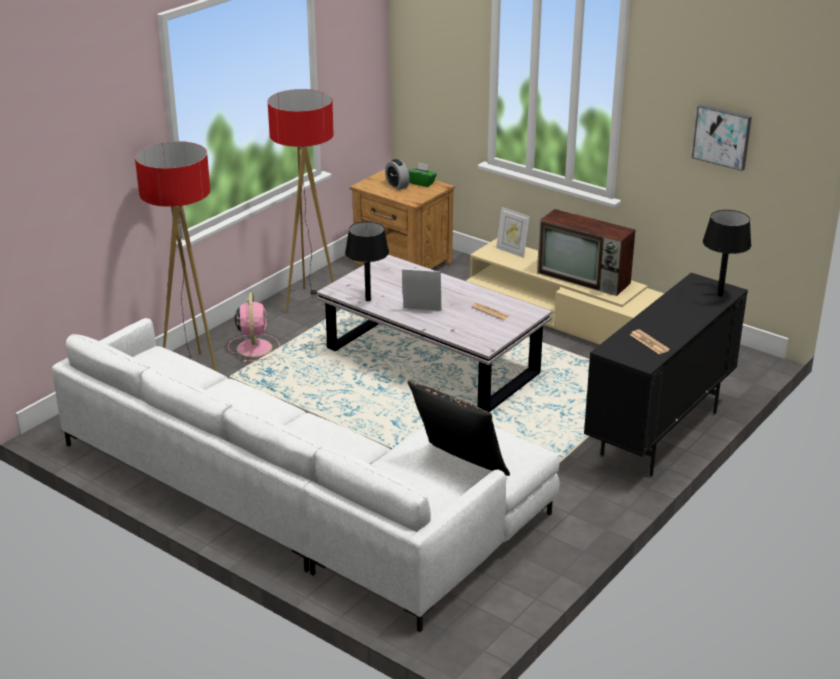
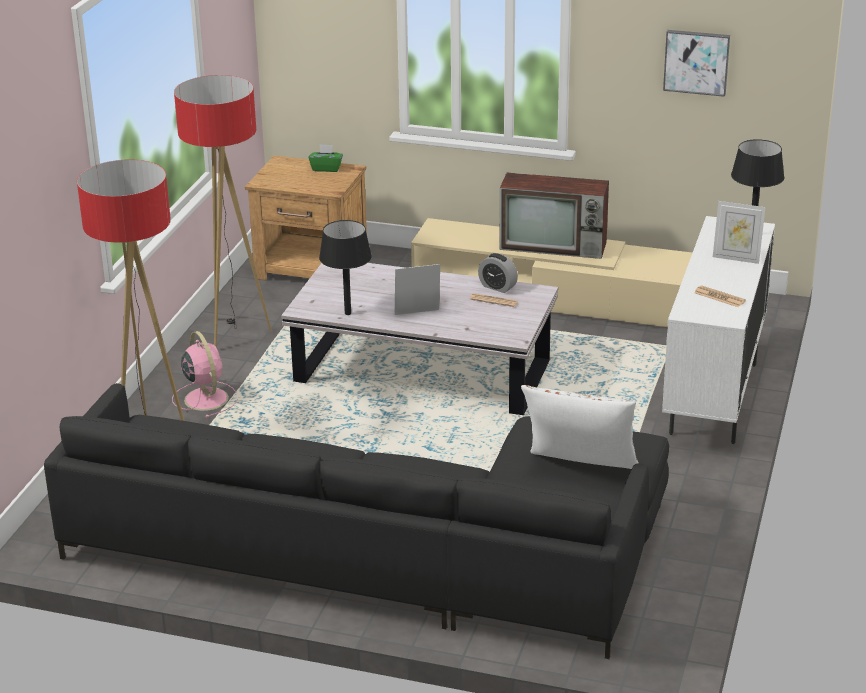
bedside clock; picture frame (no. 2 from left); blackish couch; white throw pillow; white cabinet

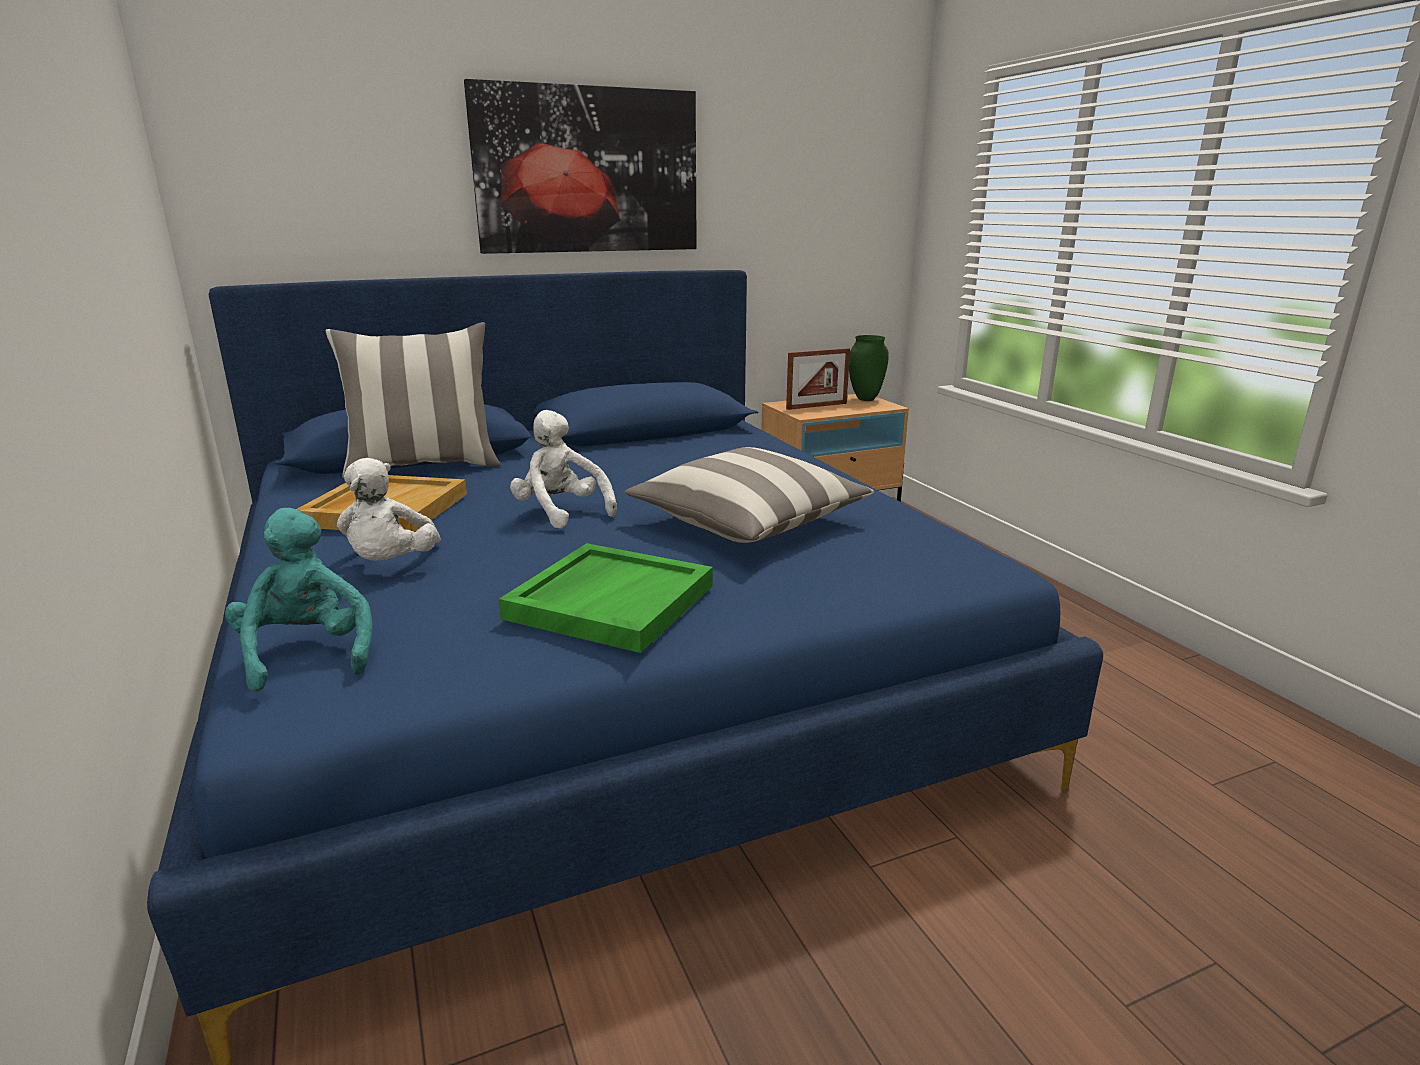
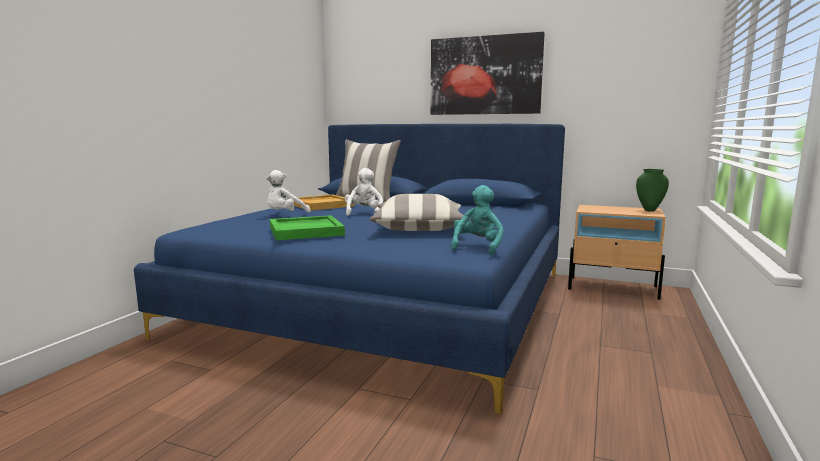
picture frame; turquoise soft toy

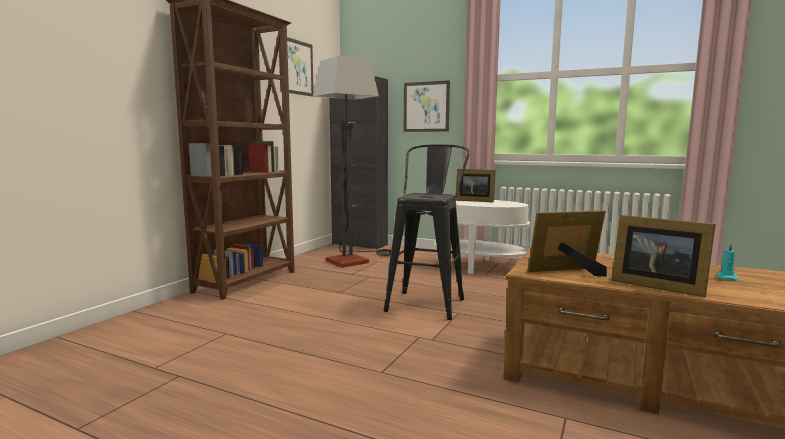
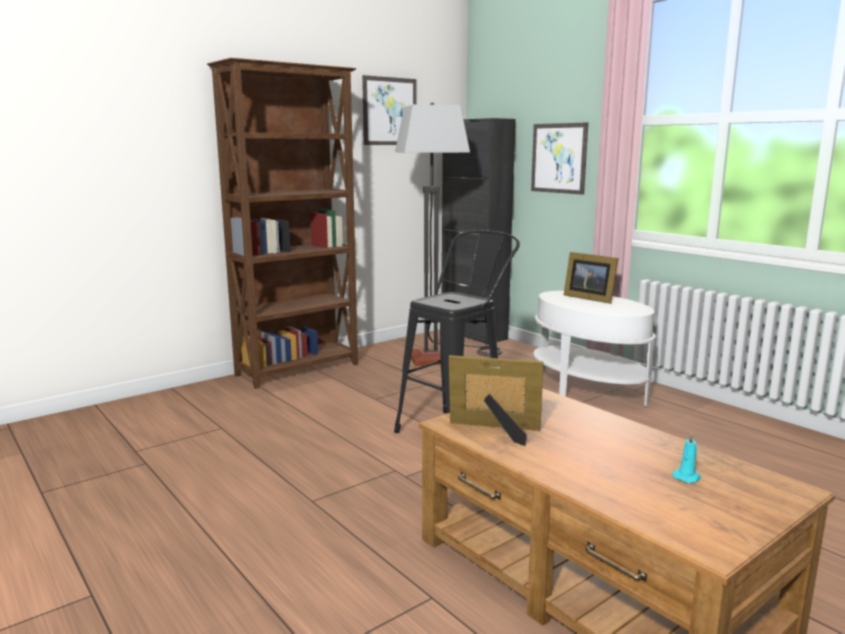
picture frame (no. 3 from left in the first image)

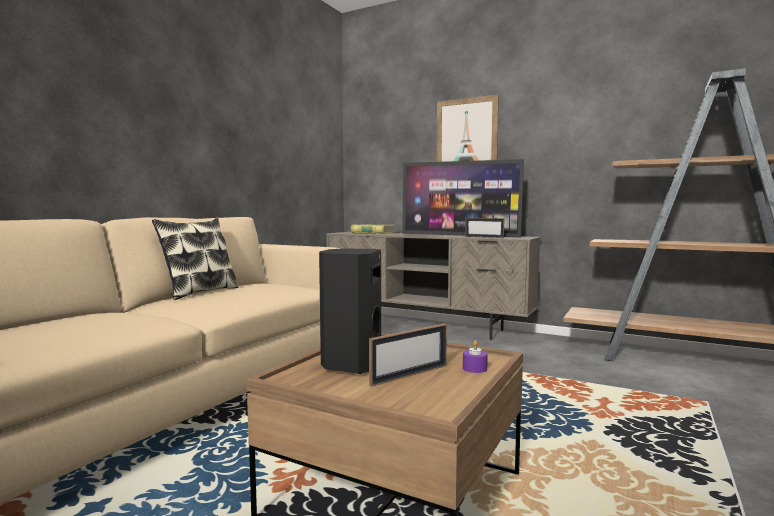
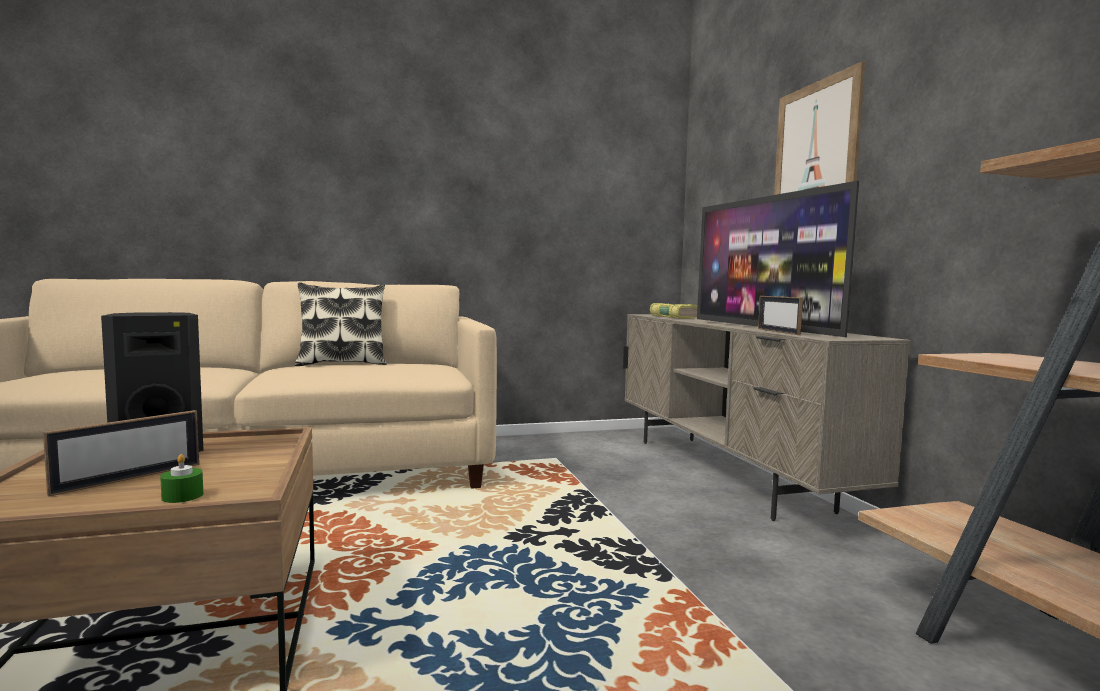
green-coloured wax candle; picture frame (no. 1 from left)

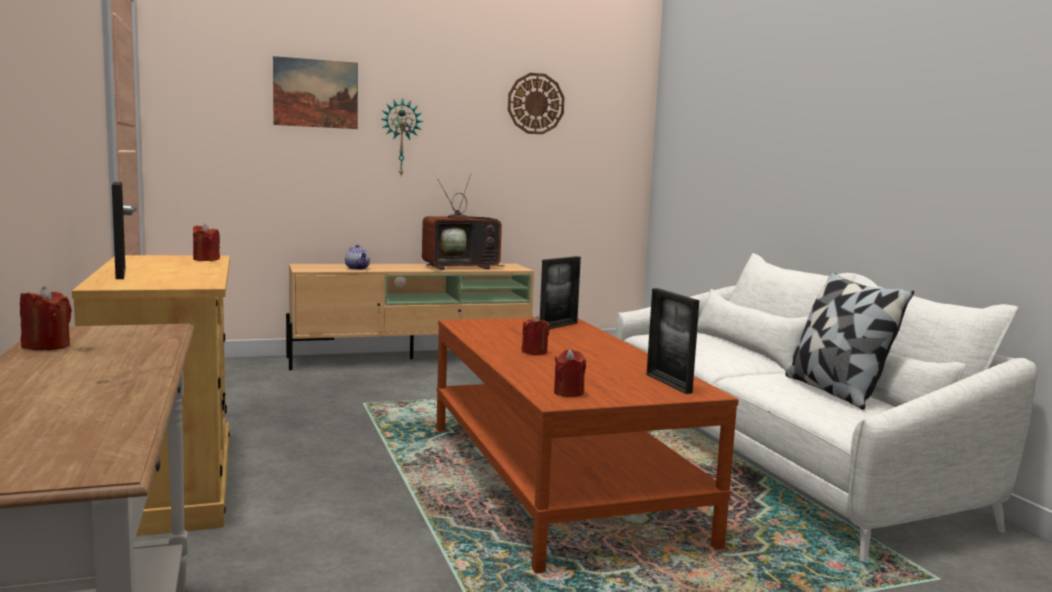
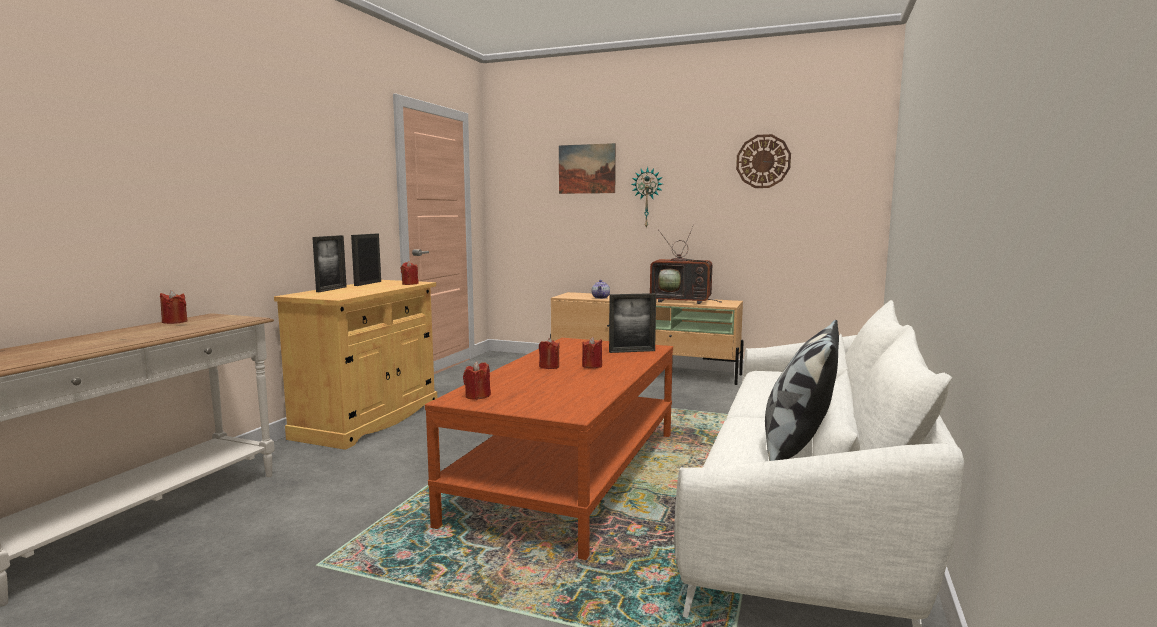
red-coloured wax candle (no. 5 from left); picture frame (no. 2 from left)

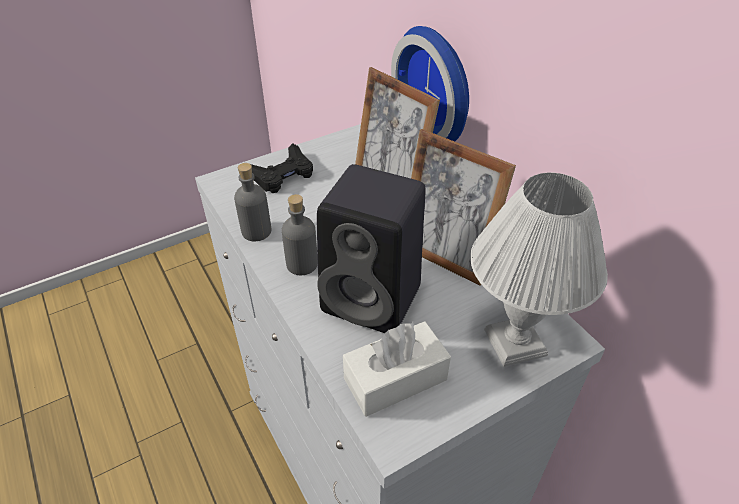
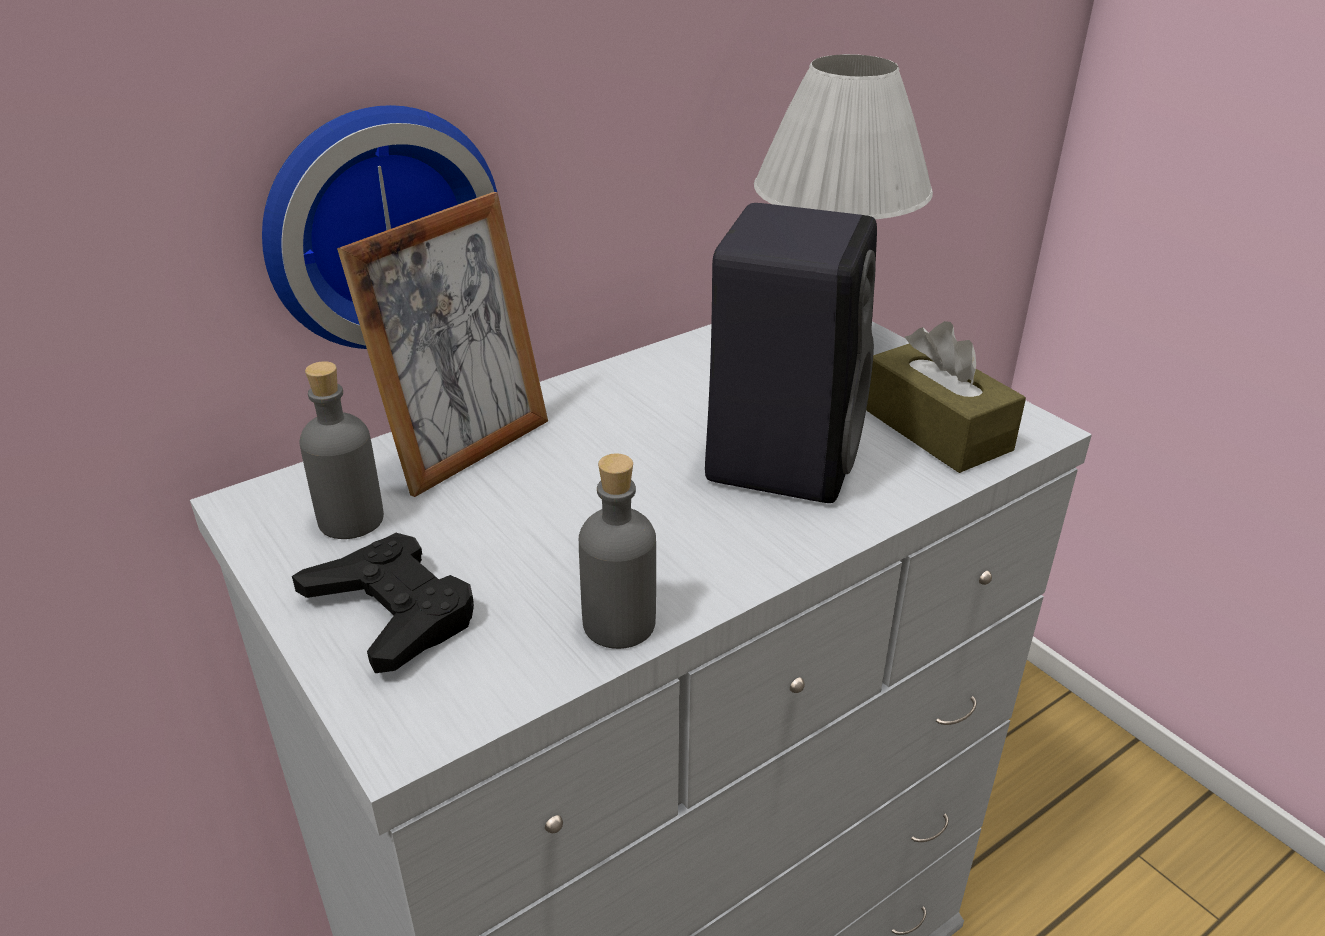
picture frame (no. 2 from left in the first image); gray beverage bottle (no. 1 from left); brownish box of tissues

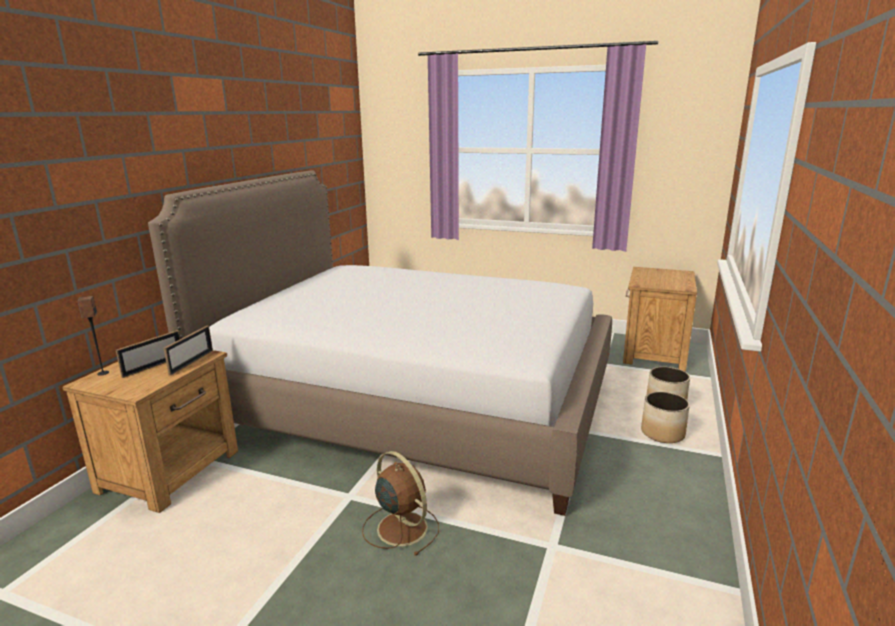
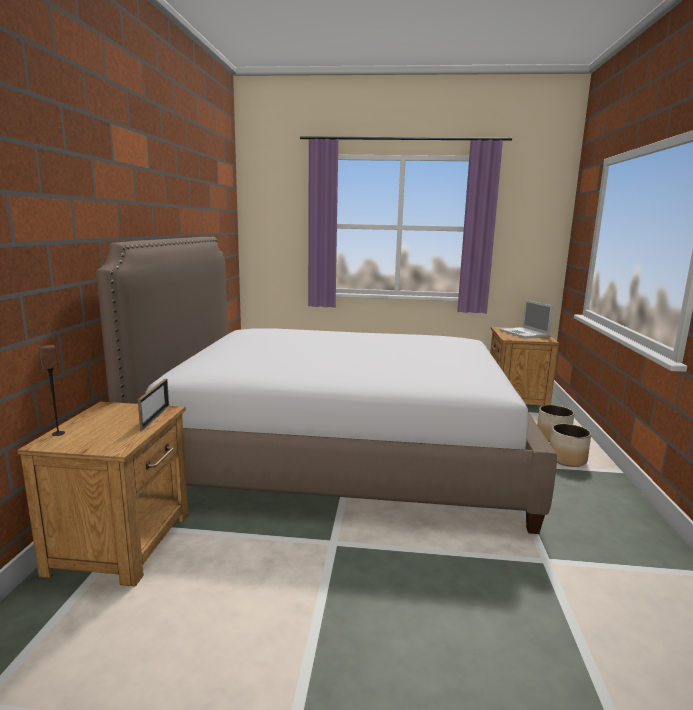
picture frame (no. 1 from left in the first image); brownish cooling fan; portable computer

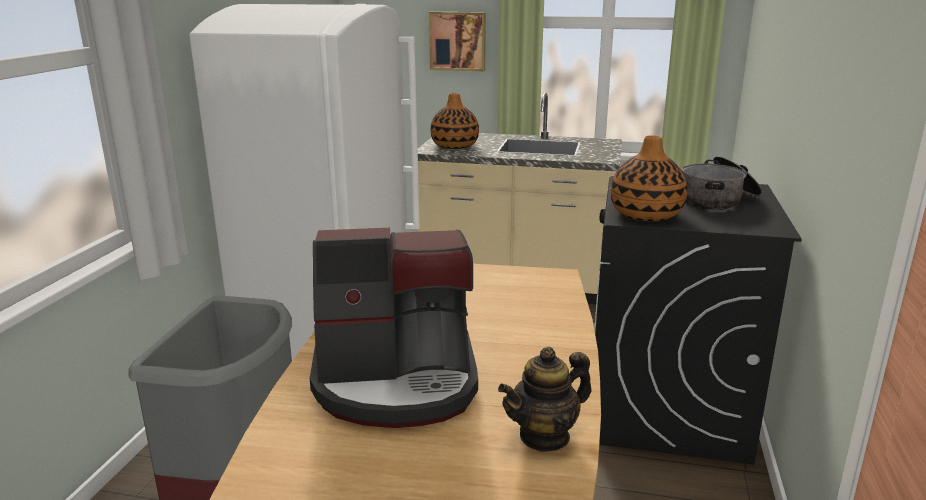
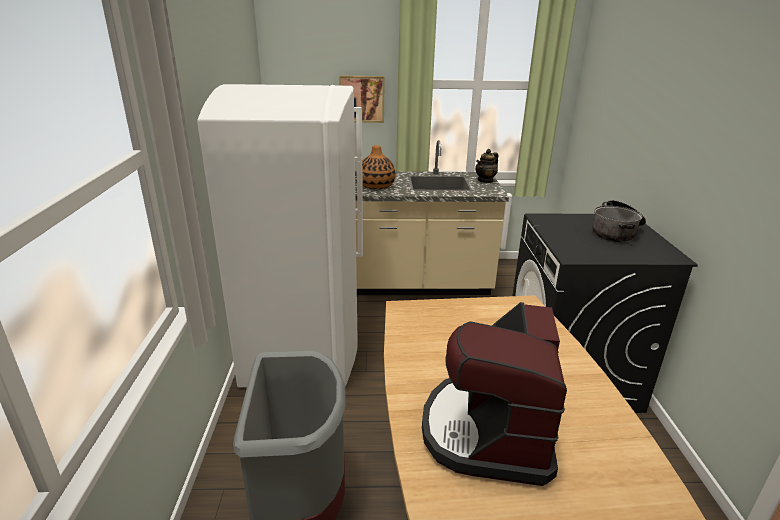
flower vase (no. 2 from left in the first image); tea pot; coffee machine

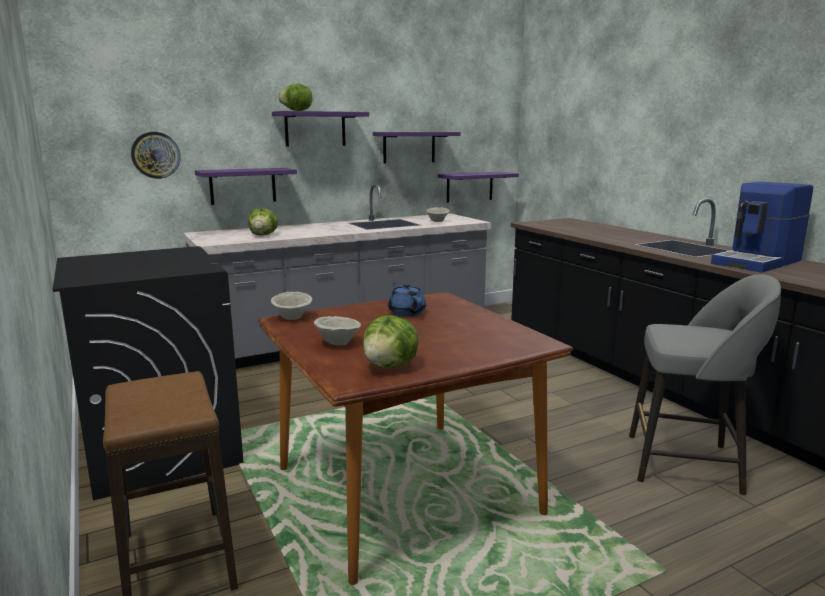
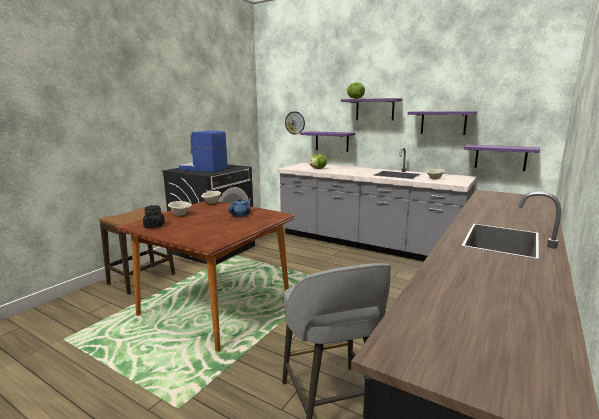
coffee machine; blackish storage jar

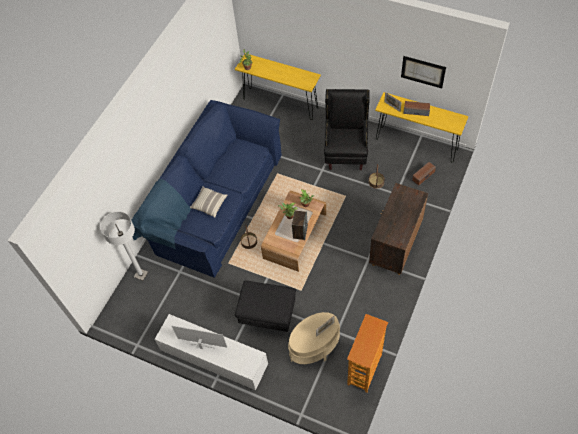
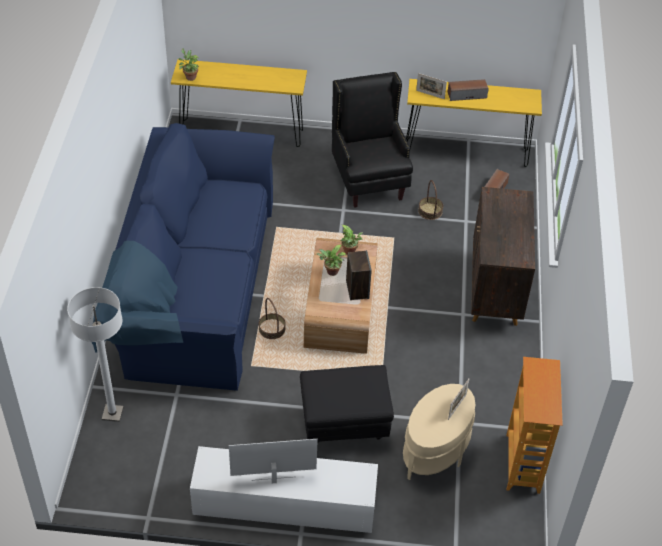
throw pillow; wall art

